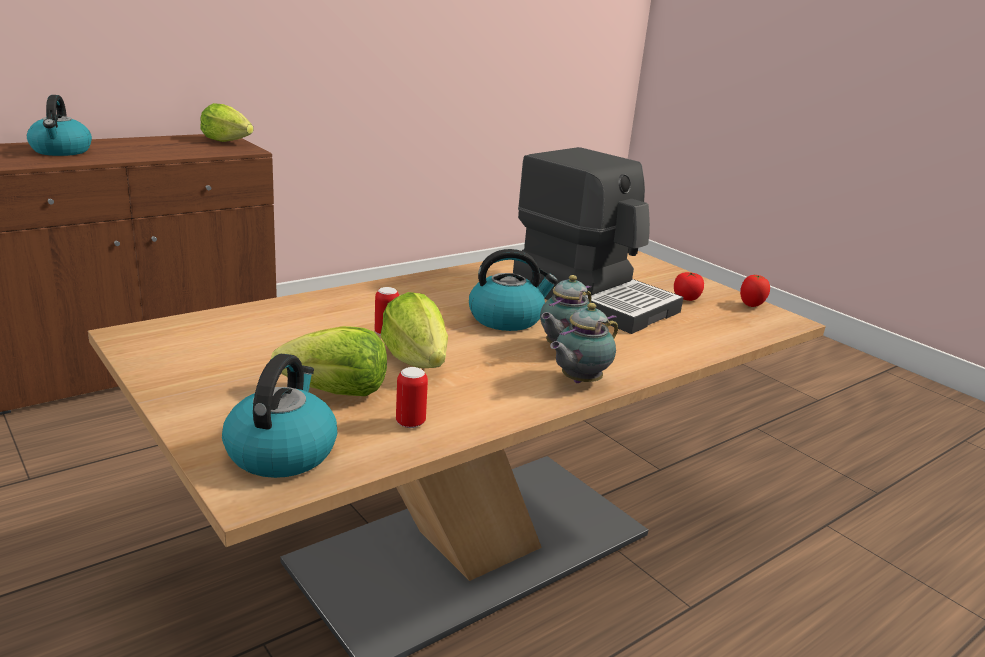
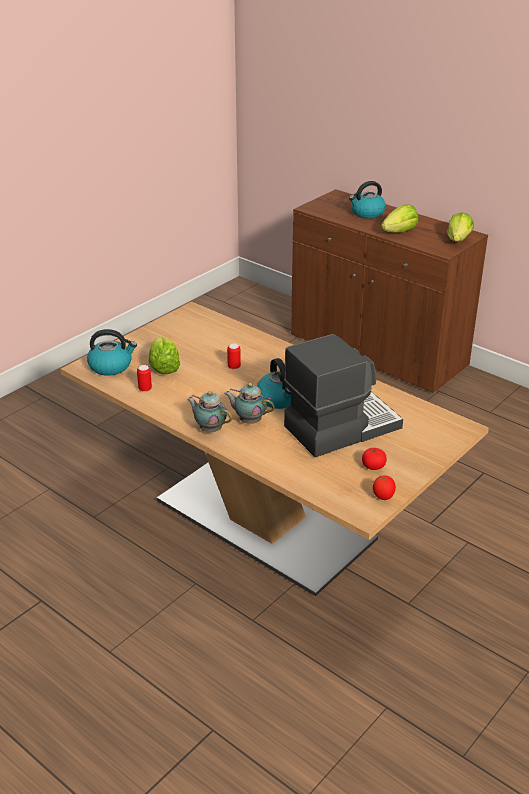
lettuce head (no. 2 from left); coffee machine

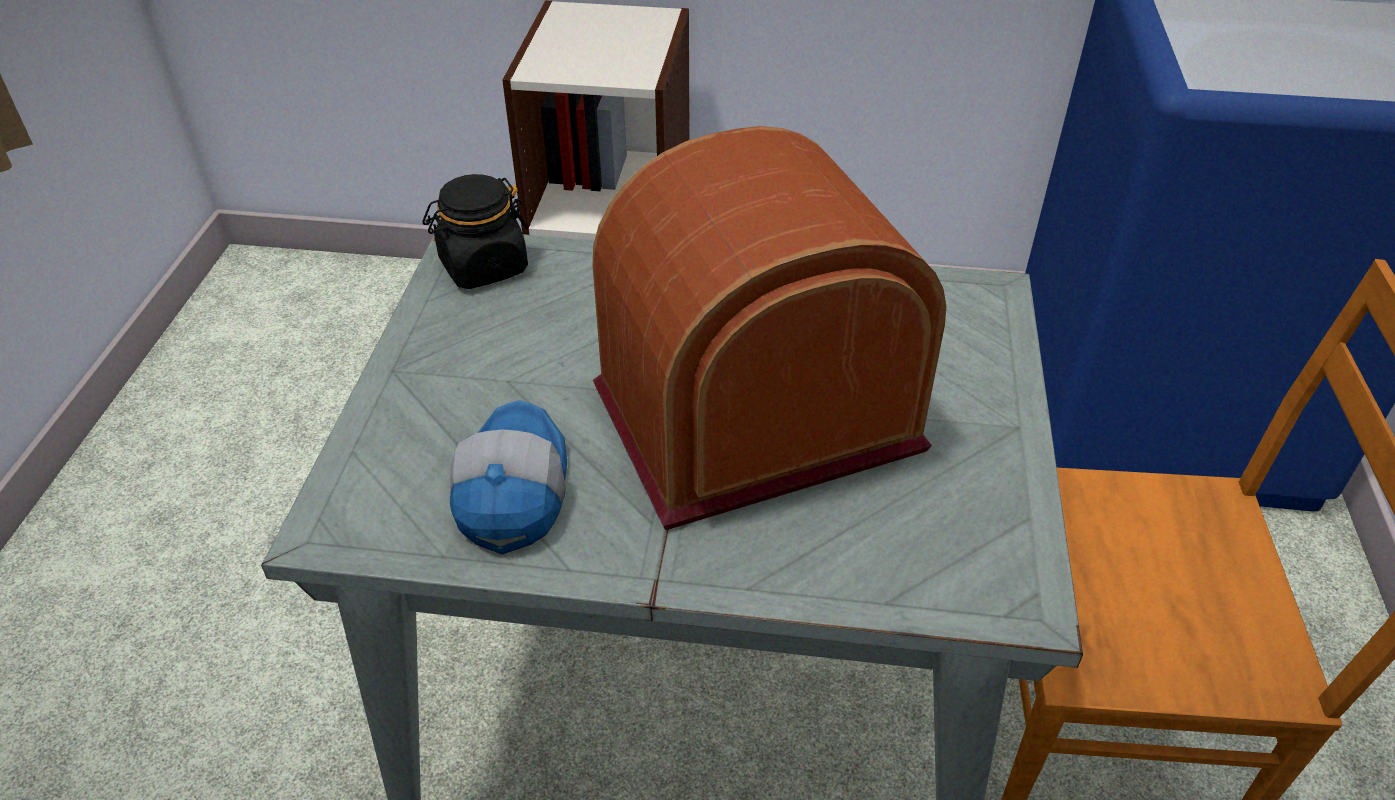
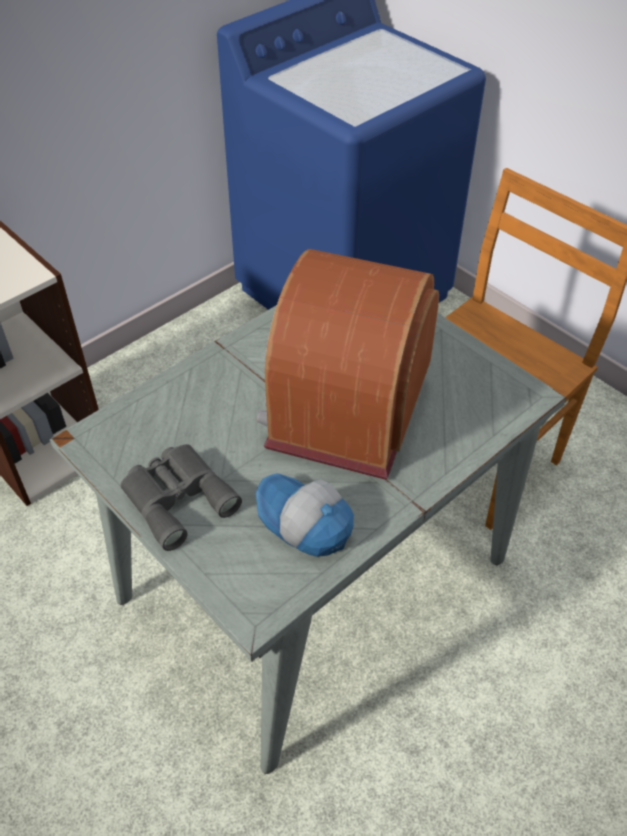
blackish storage jar; gray field glasses

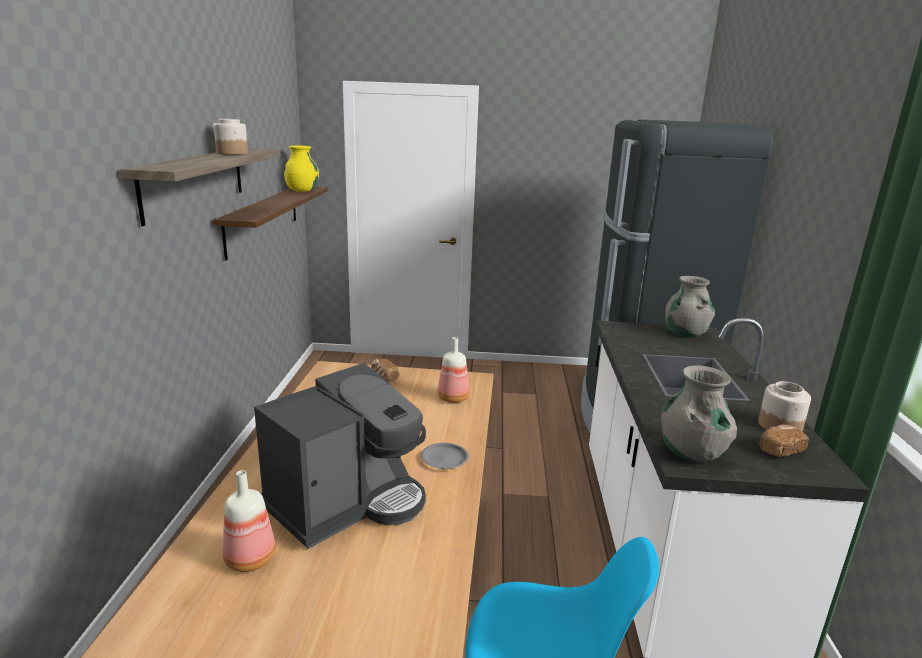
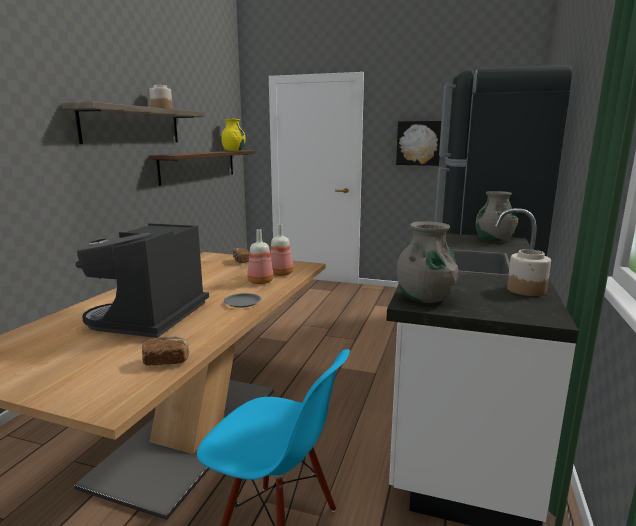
wall art; beverage bottle (no. 1 from left); bakery bread (no. 1 from left); coffee machine

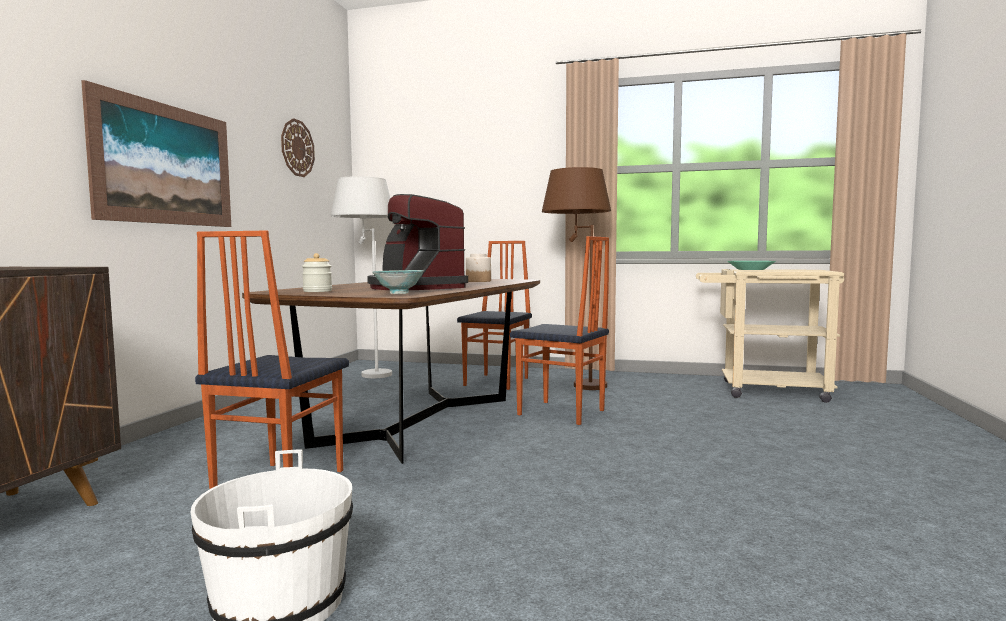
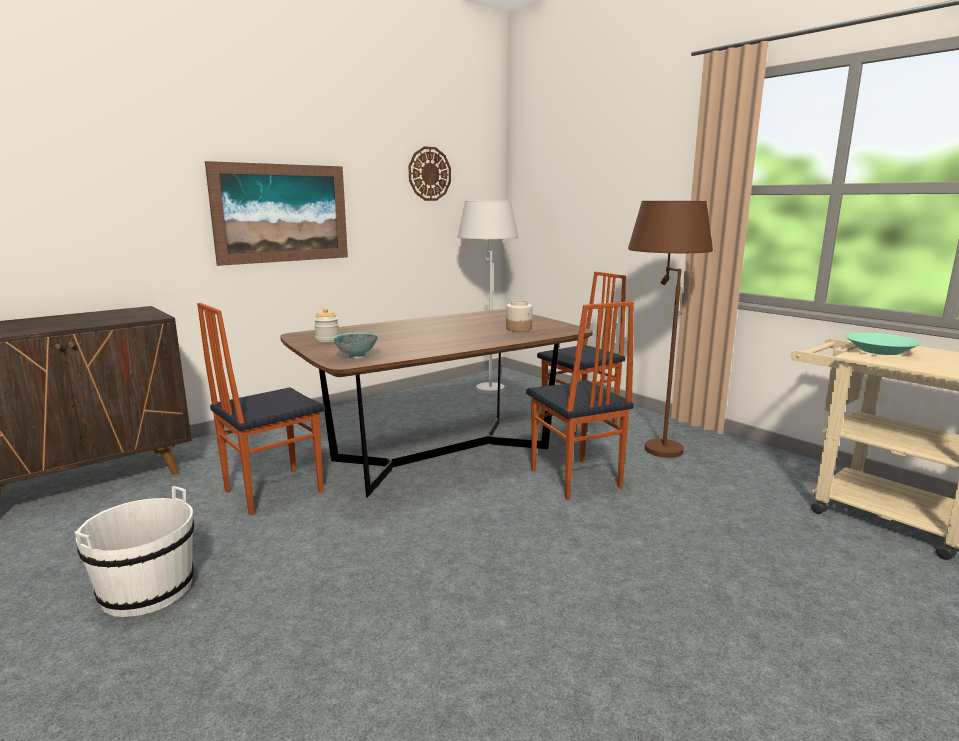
coffee machine

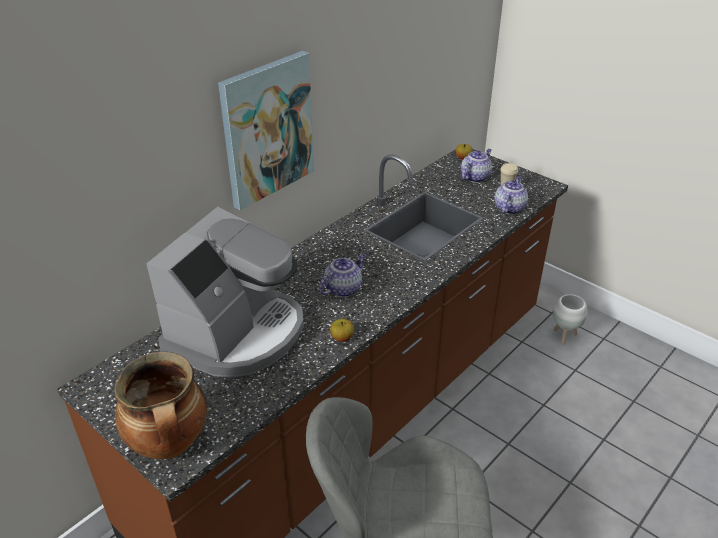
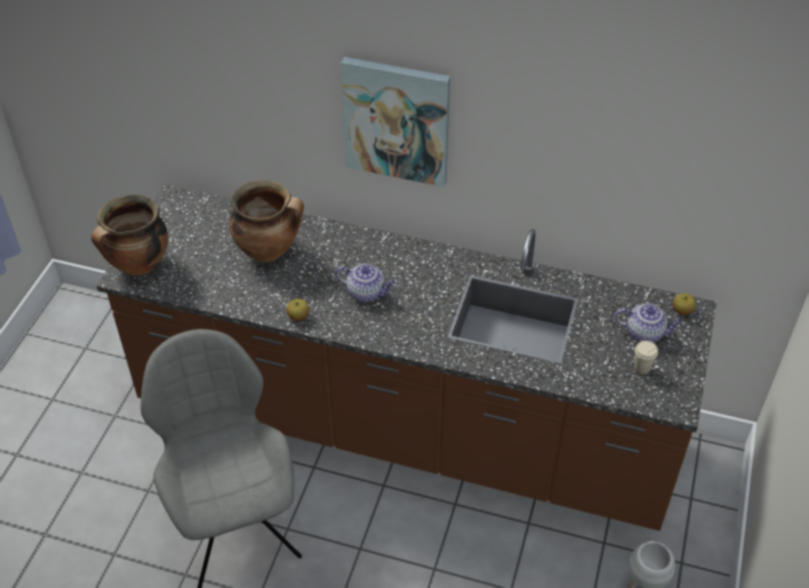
tea pot (no. 3 from left in the first image); cooking pot (no. 2 from left)

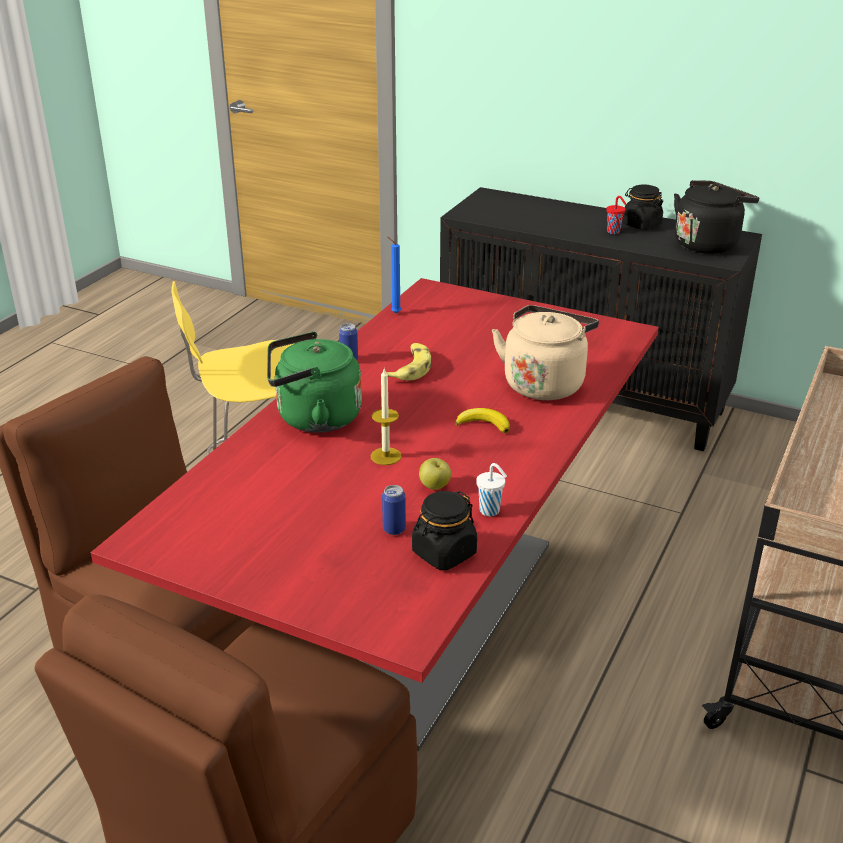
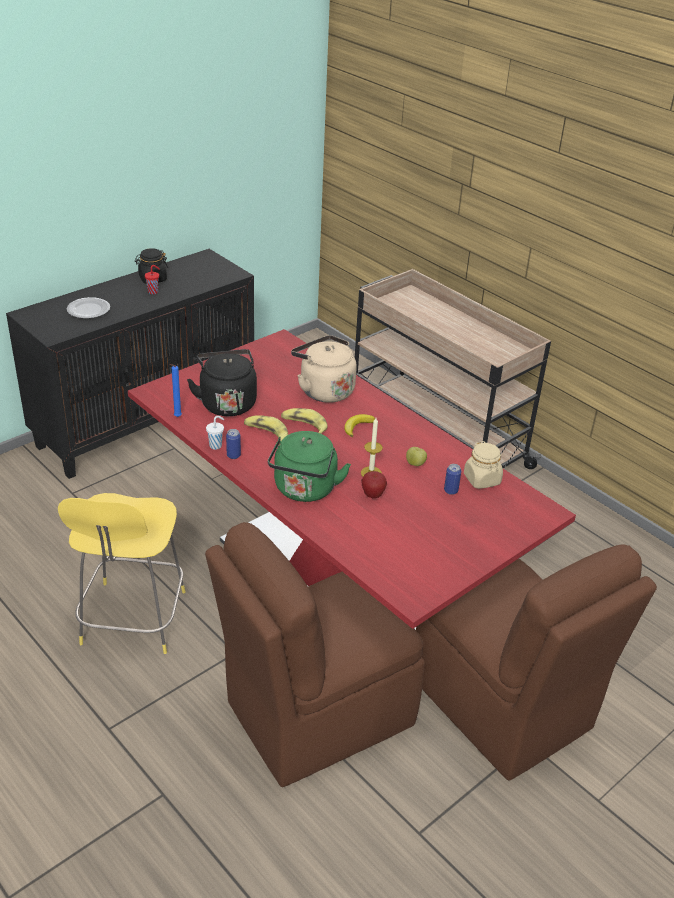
flat dish; whole banana (no. 2 from left); whole apple (no. 1 from left); white drinking cup; blackish kettle; beige storage jar

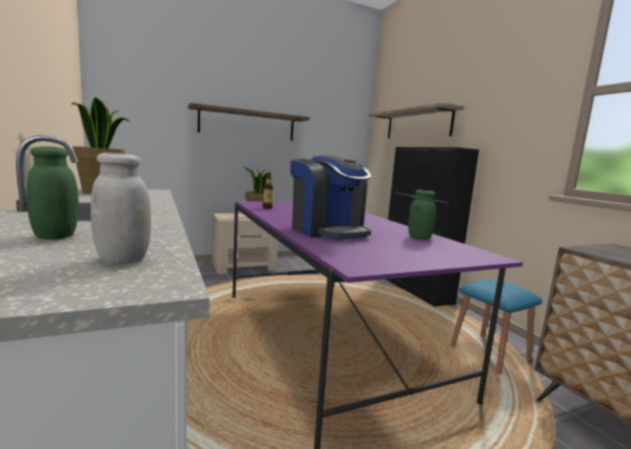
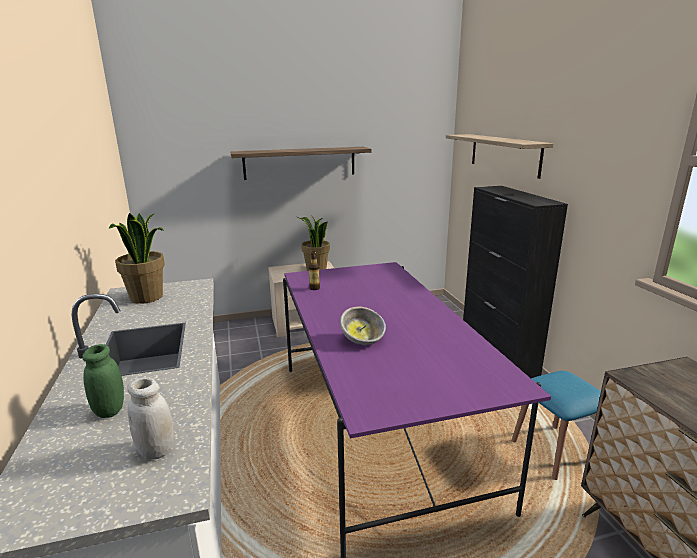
green-coloured storage jar (no. 2 from left in the first image); deep dish

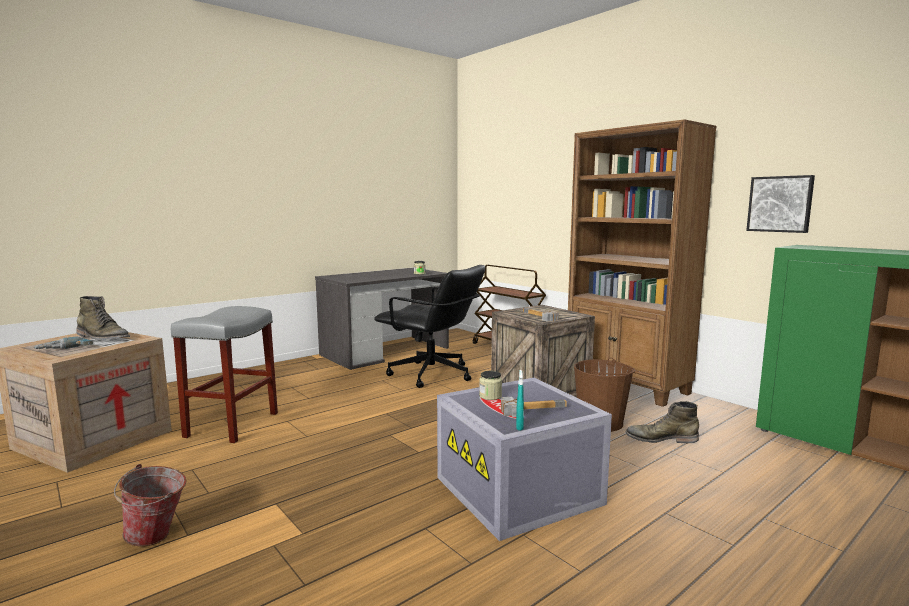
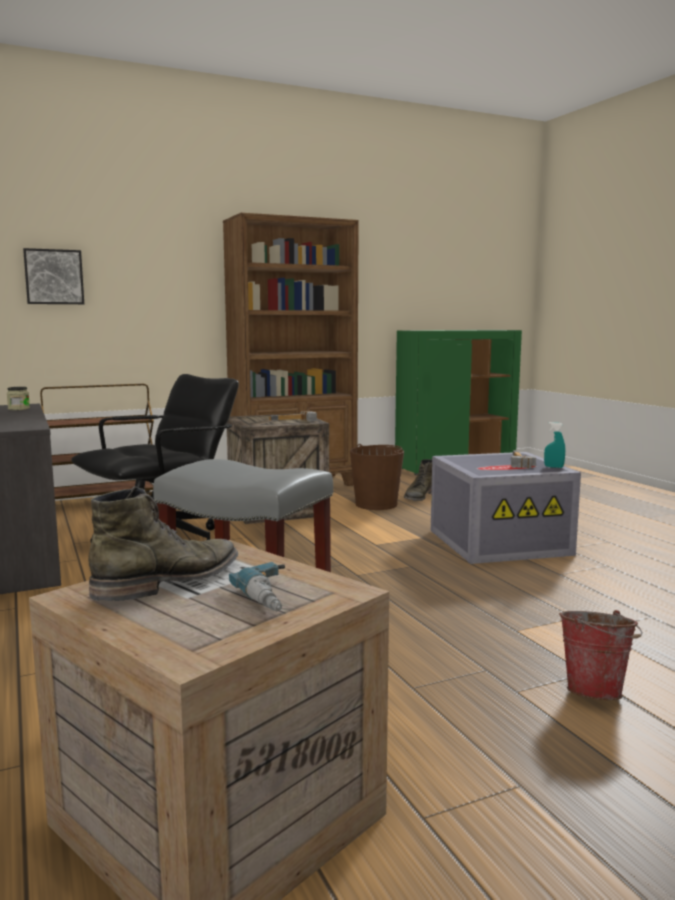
storage jar (no. 2 from left in the first image); wall art

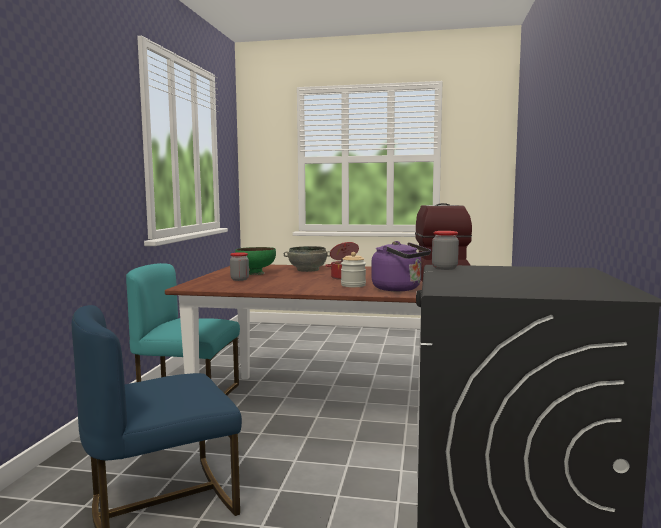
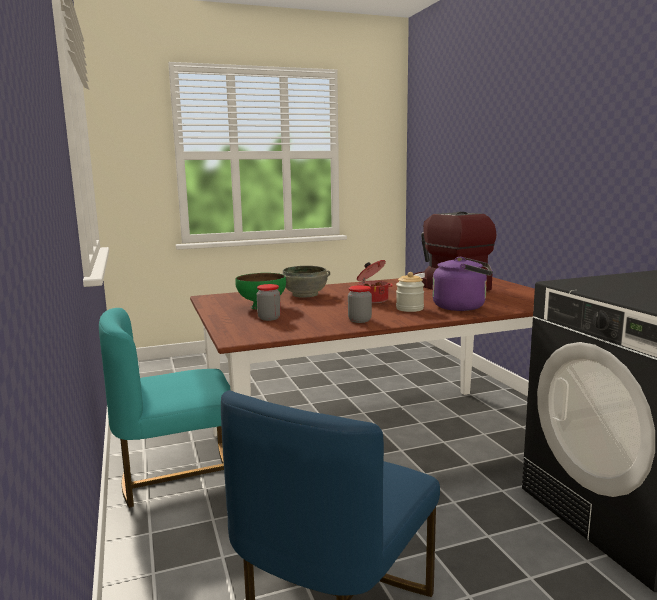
storage jar (no. 2 from left)

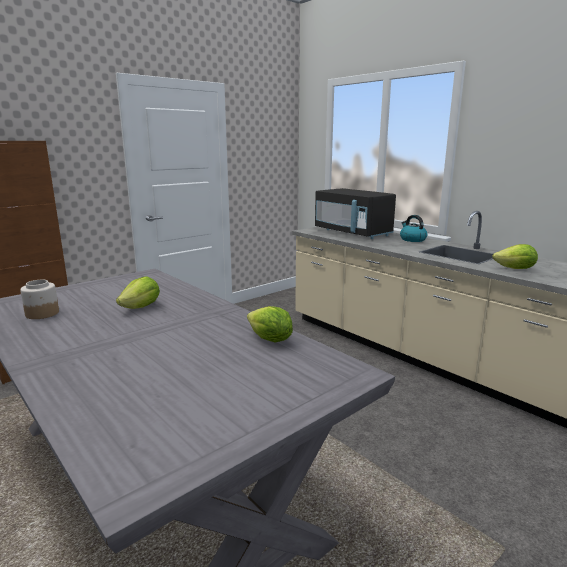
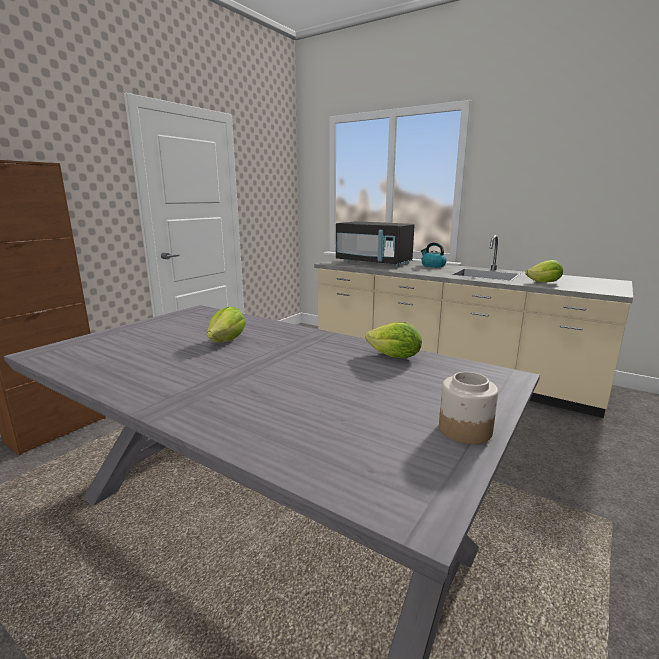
storage jar

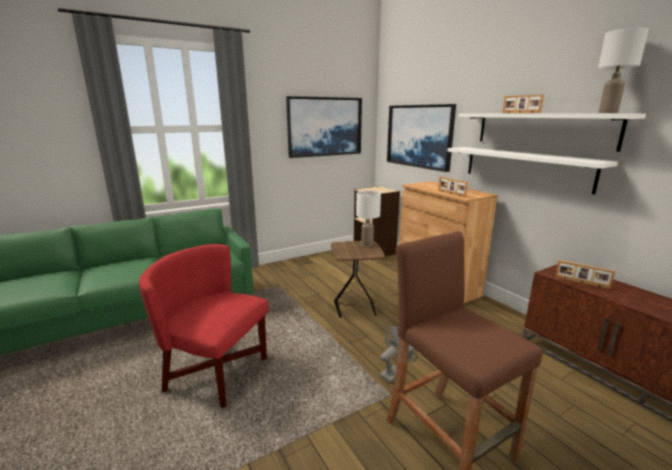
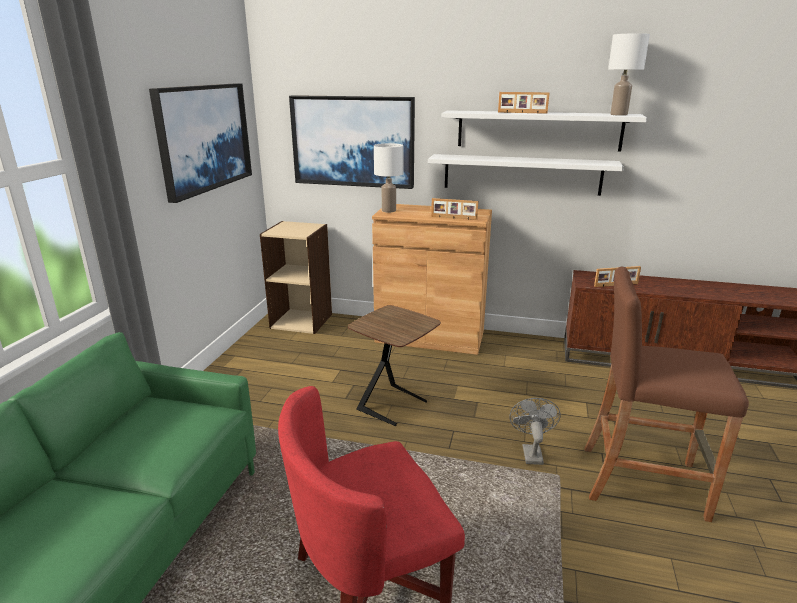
white lamp for a table (no. 1 from left)

